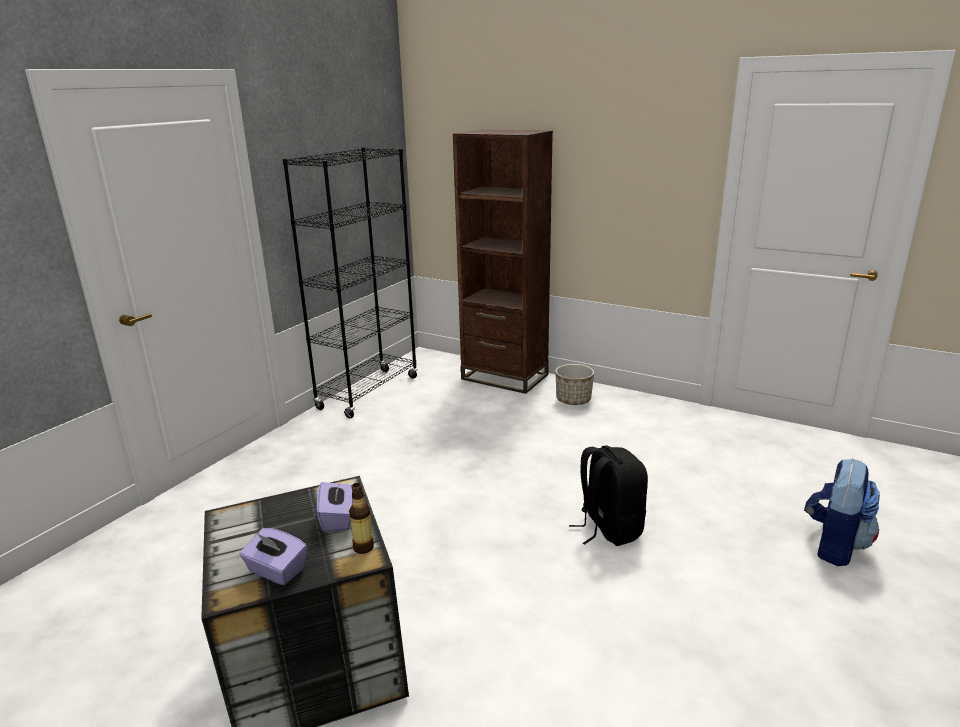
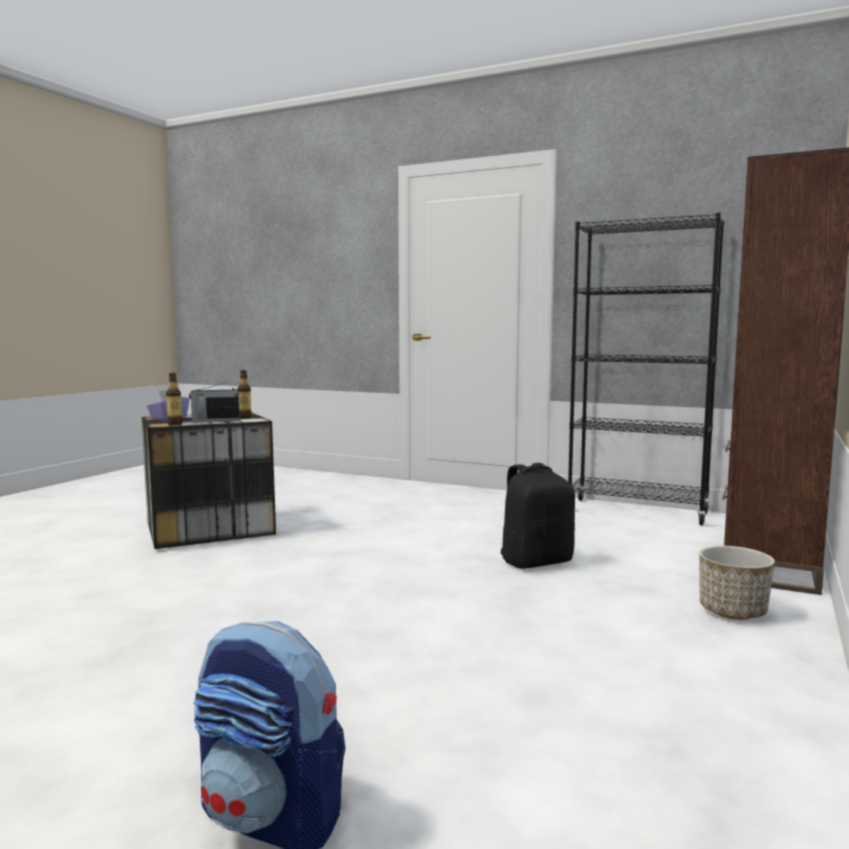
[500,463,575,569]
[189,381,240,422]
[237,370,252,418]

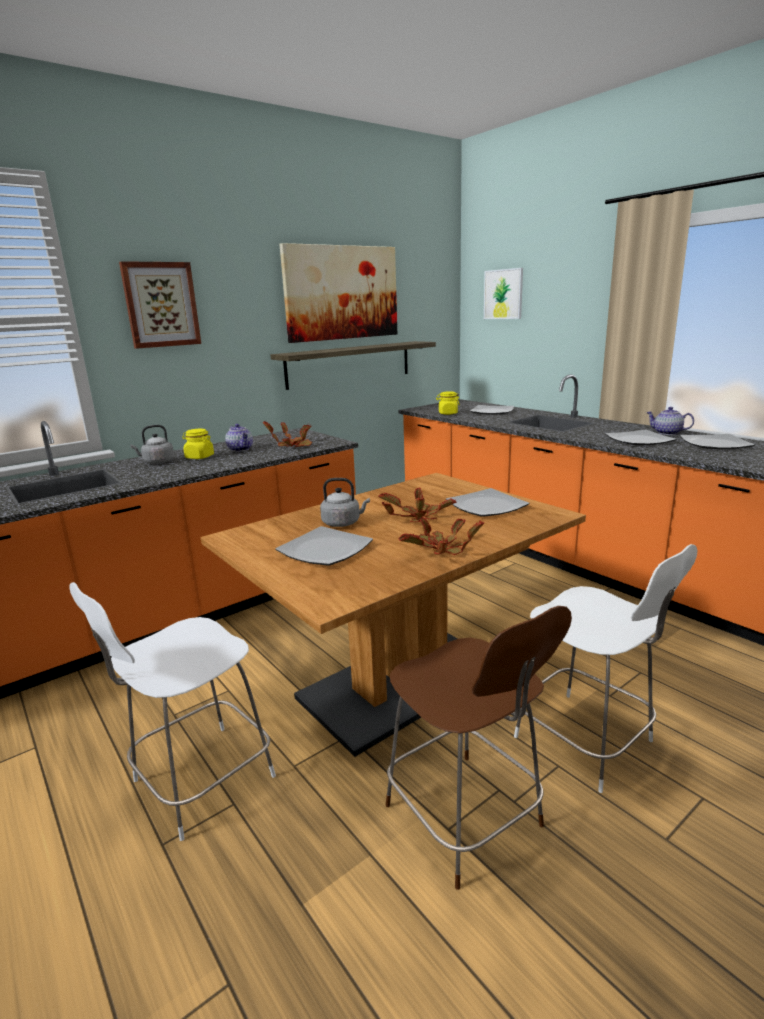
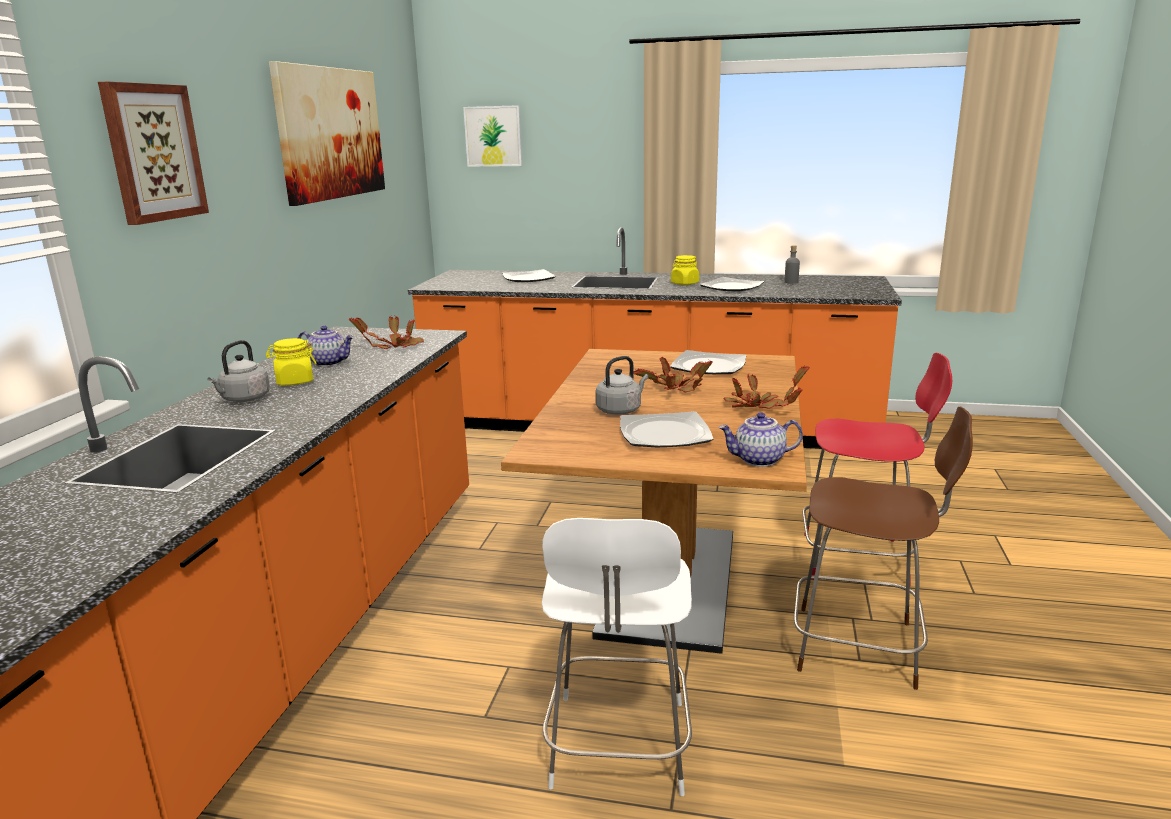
[271,341,436,390] (first image)
[671,255,699,285]
[718,412,803,467]
[785,246,800,284]
[802,353,952,585]

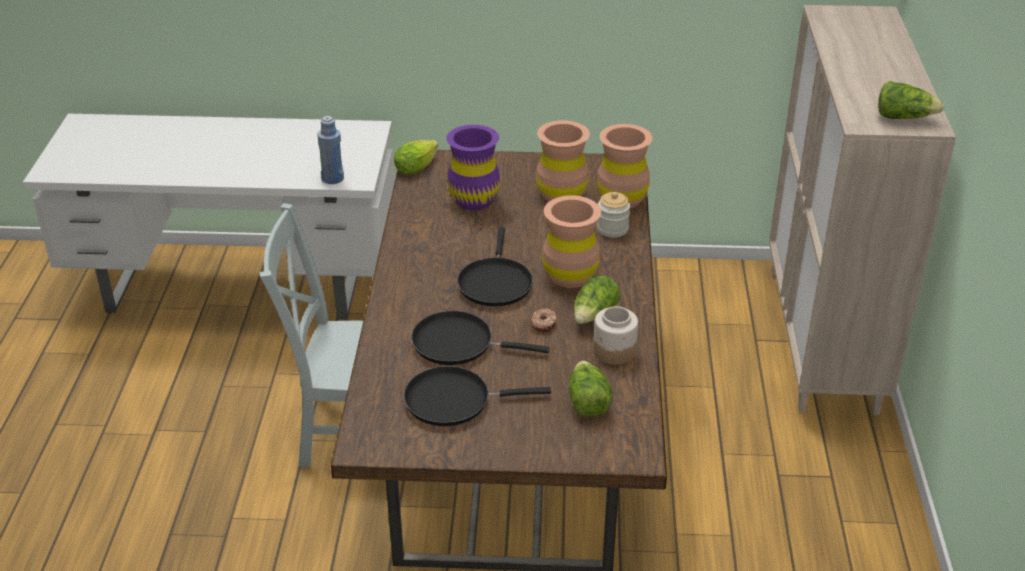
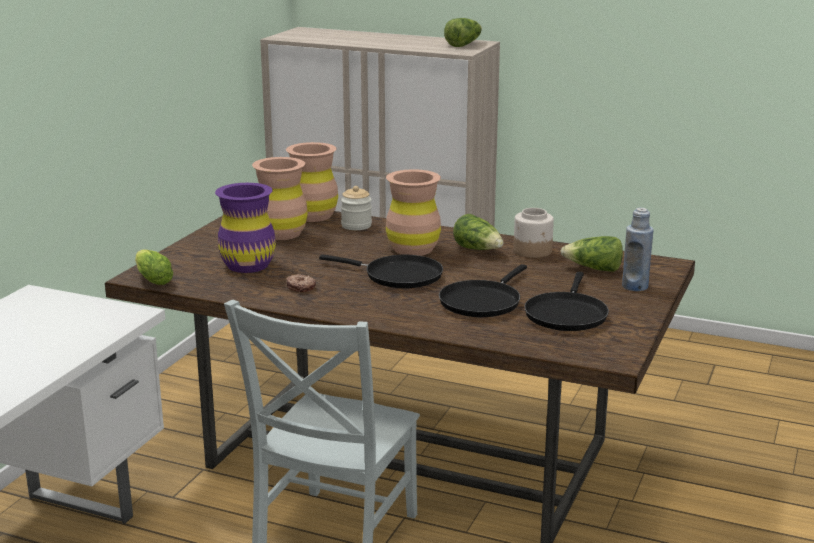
[622,208,653,291]
[286,274,316,292]

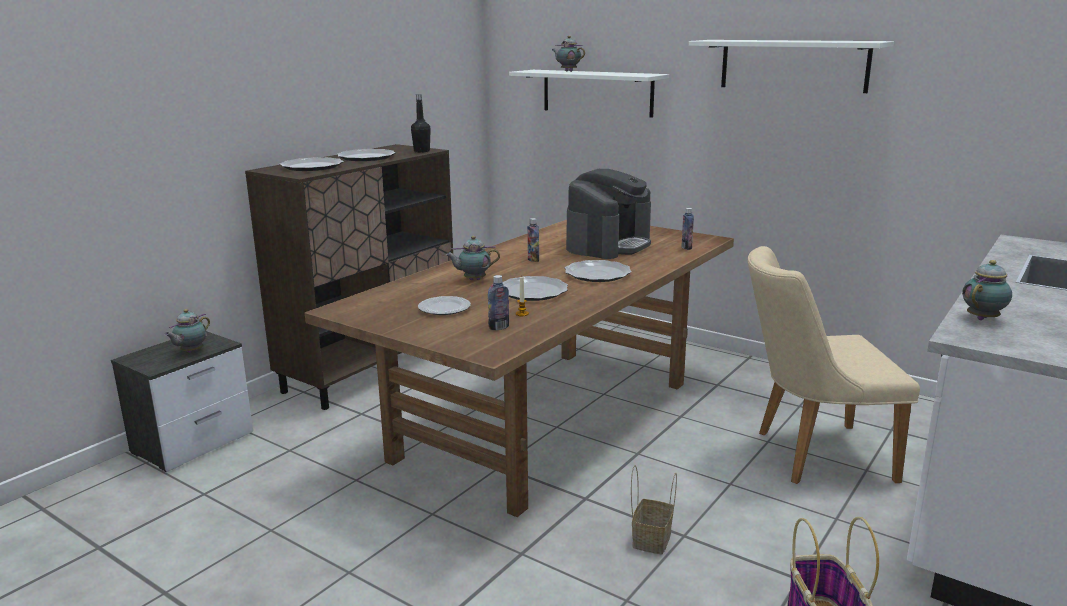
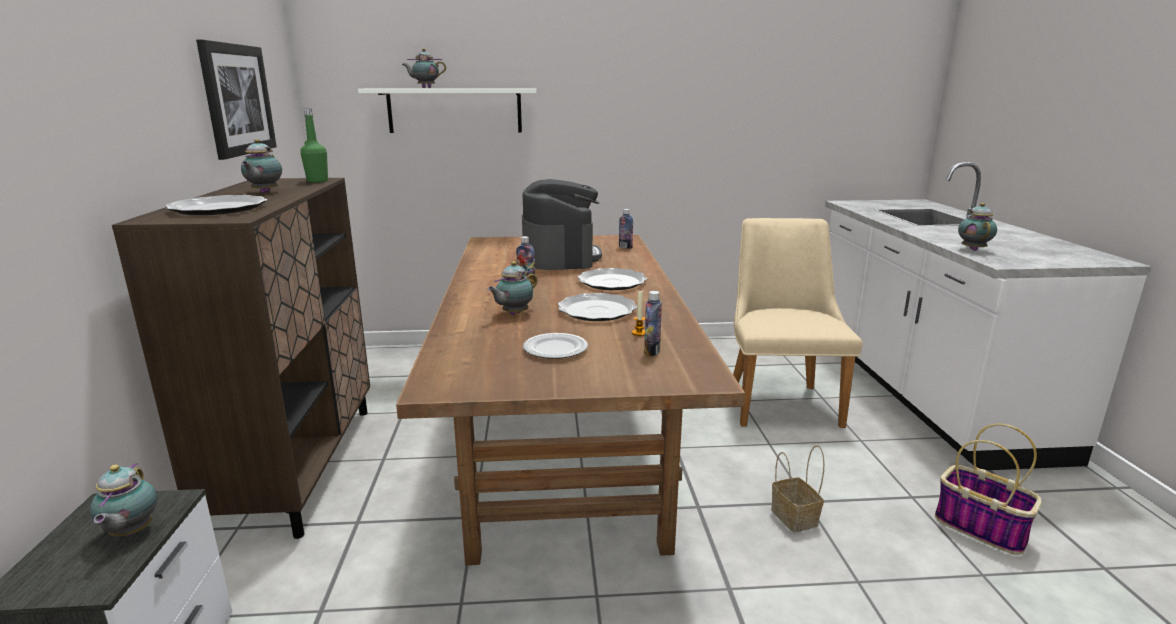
[689,40,894,93] (first image)
[300,108,328,183]
[241,139,282,193]
[733,218,863,428]
[196,39,277,160]

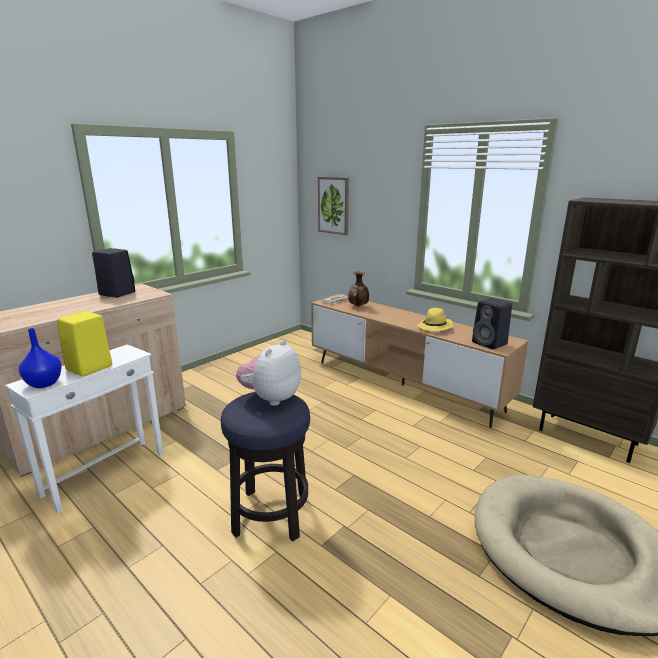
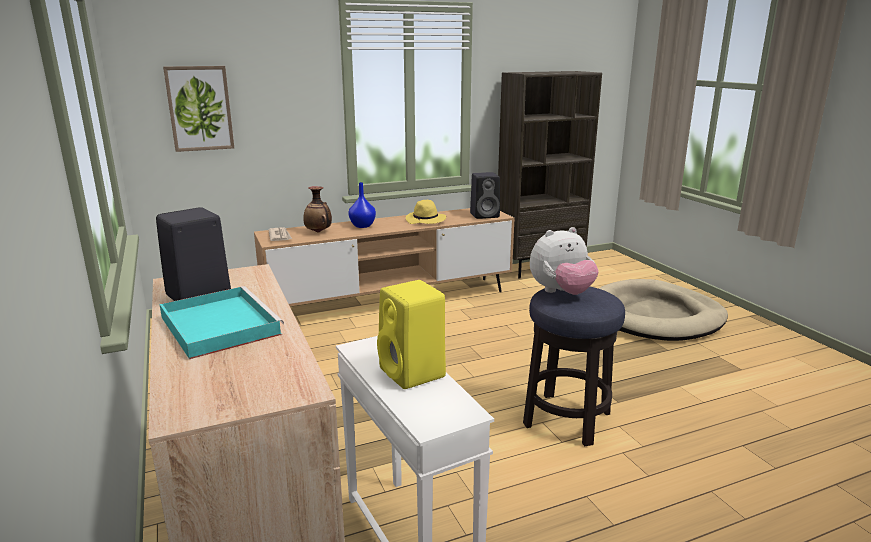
[349,182,376,228]
[530,227,599,295]
[160,286,284,359]

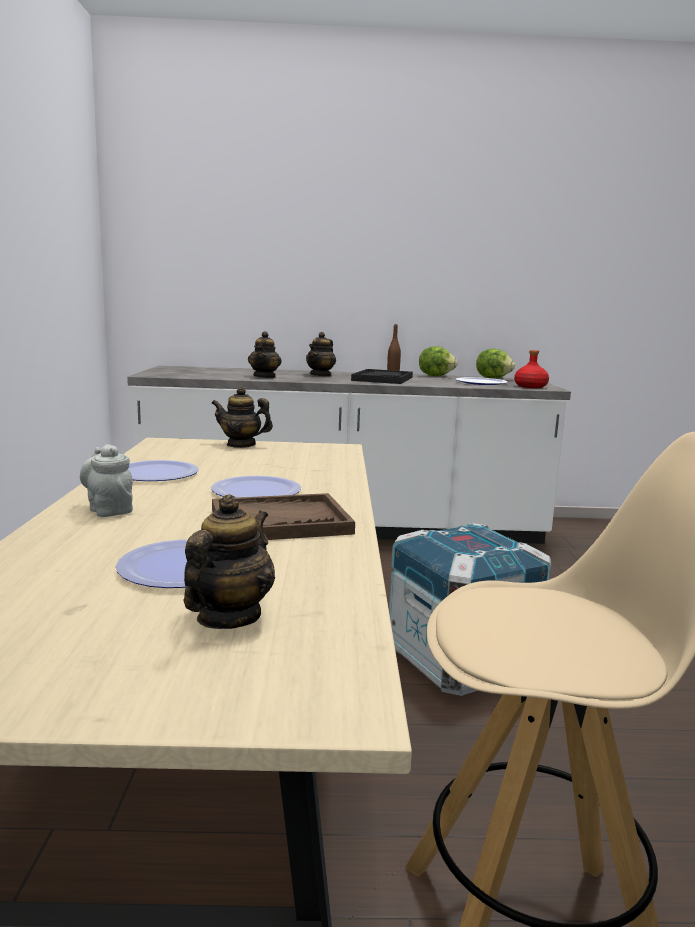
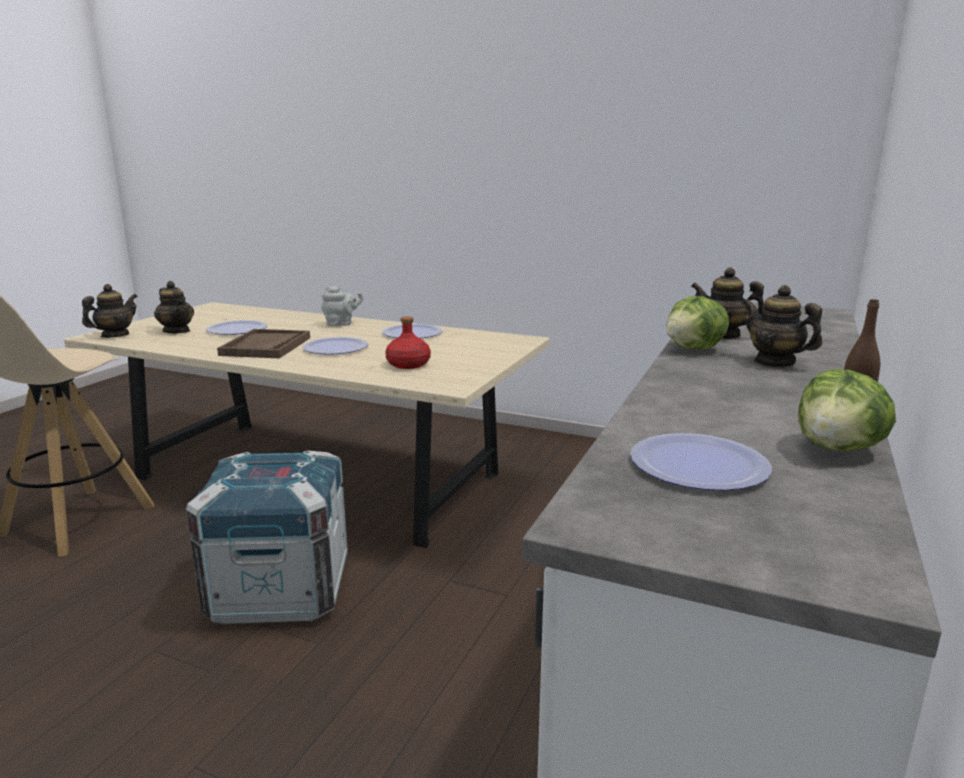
[666,296,729,349]
[385,316,431,369]
[351,369,413,384] (first image)
[82,284,138,338]

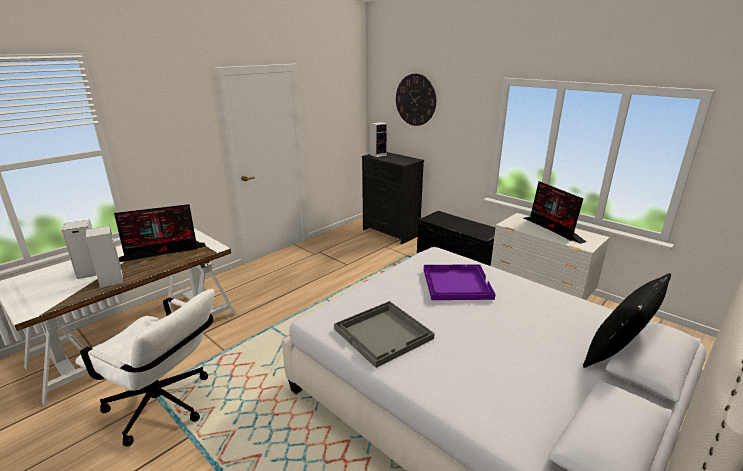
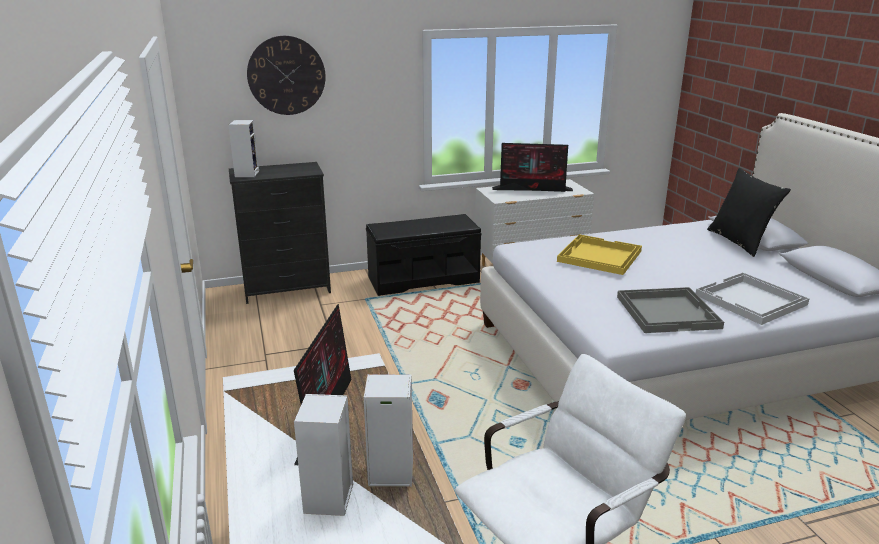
[557,234,642,275]
[696,272,810,325]

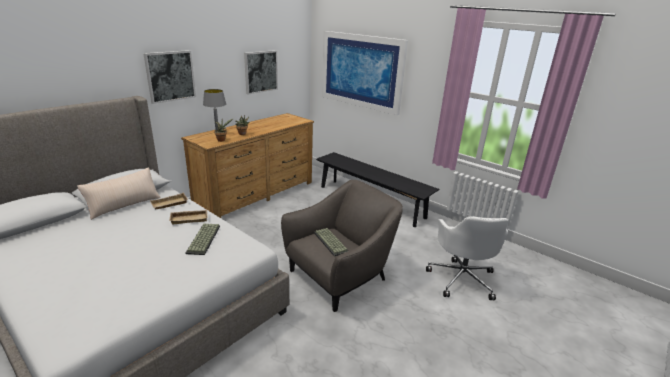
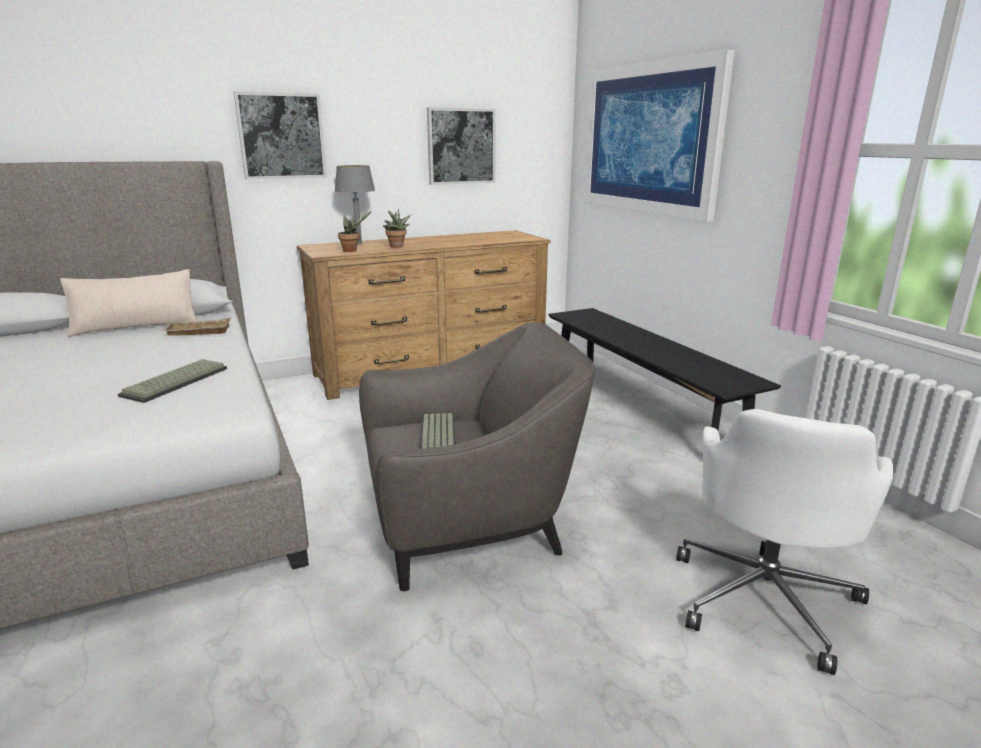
[169,210,207,224] (first image)

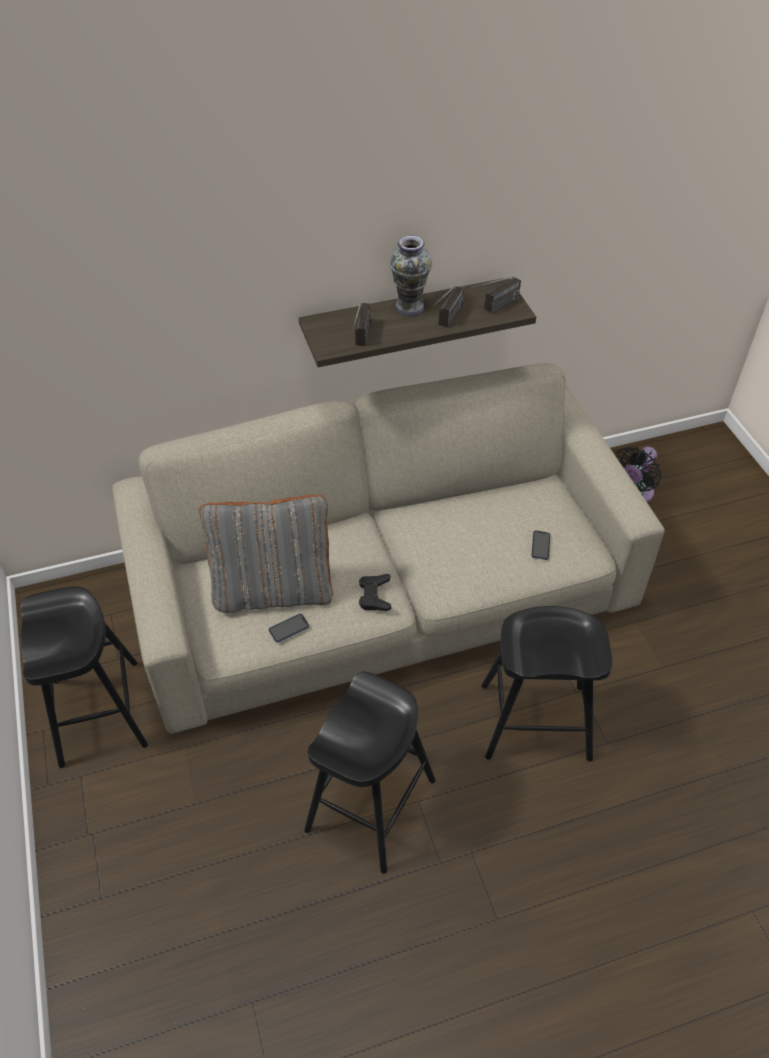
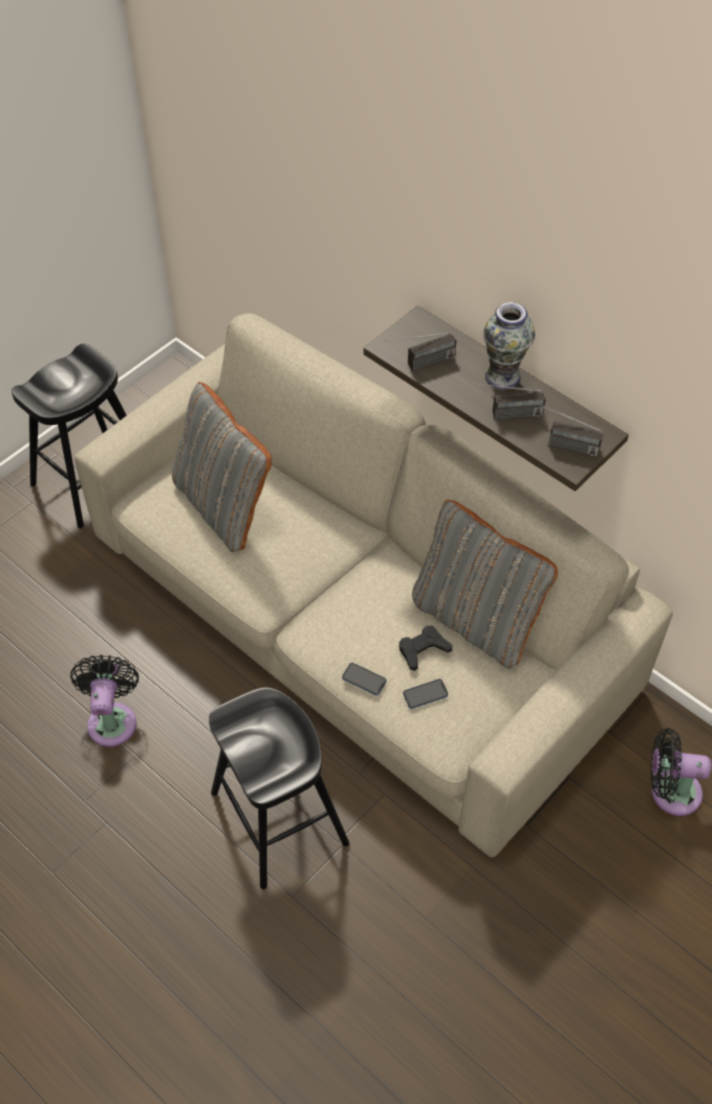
[399,626,452,671]
[342,663,387,696]
[70,655,139,747]
[412,499,558,669]

